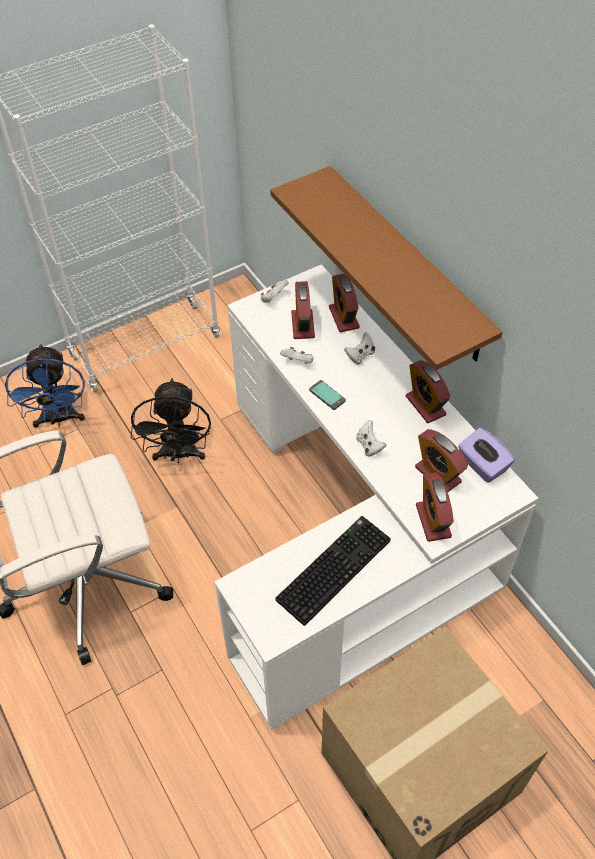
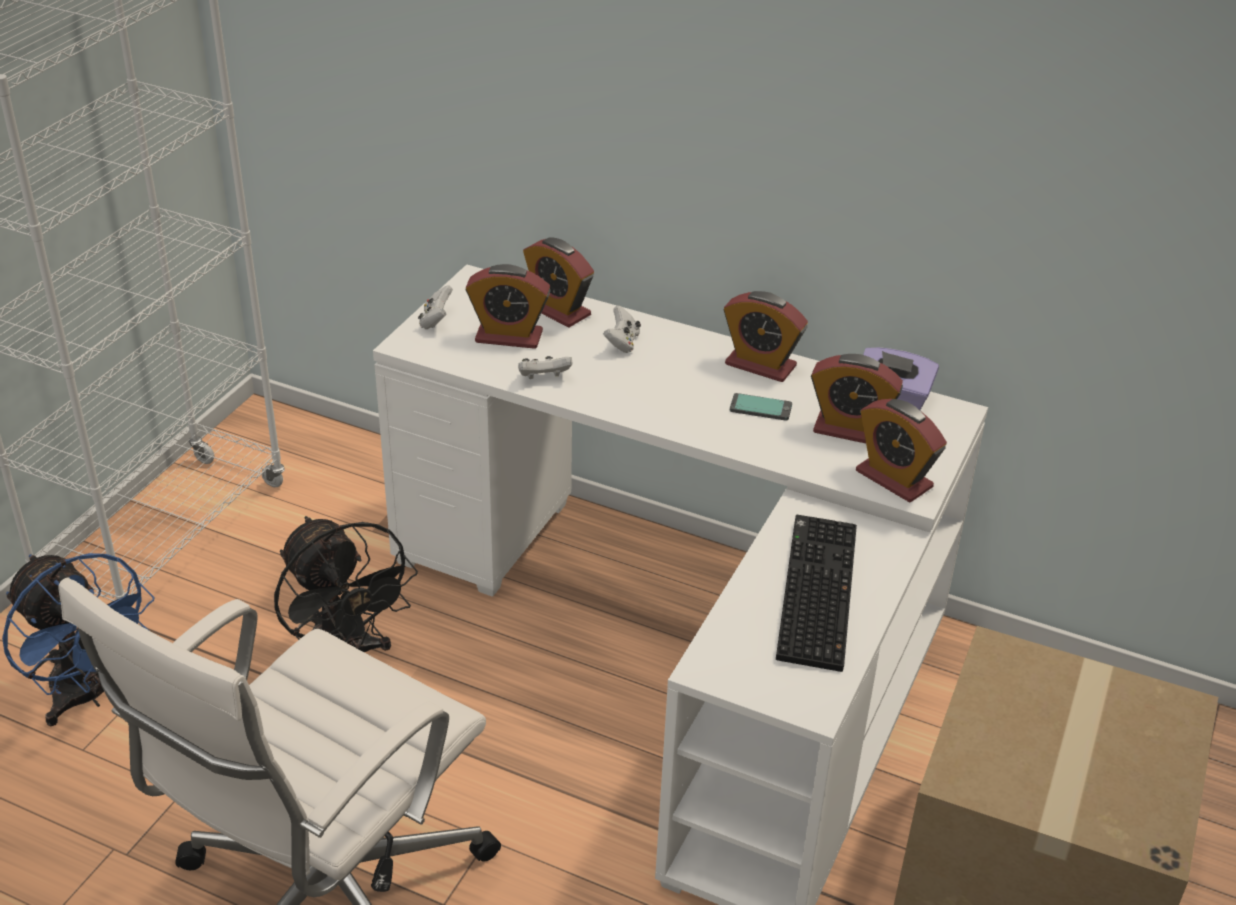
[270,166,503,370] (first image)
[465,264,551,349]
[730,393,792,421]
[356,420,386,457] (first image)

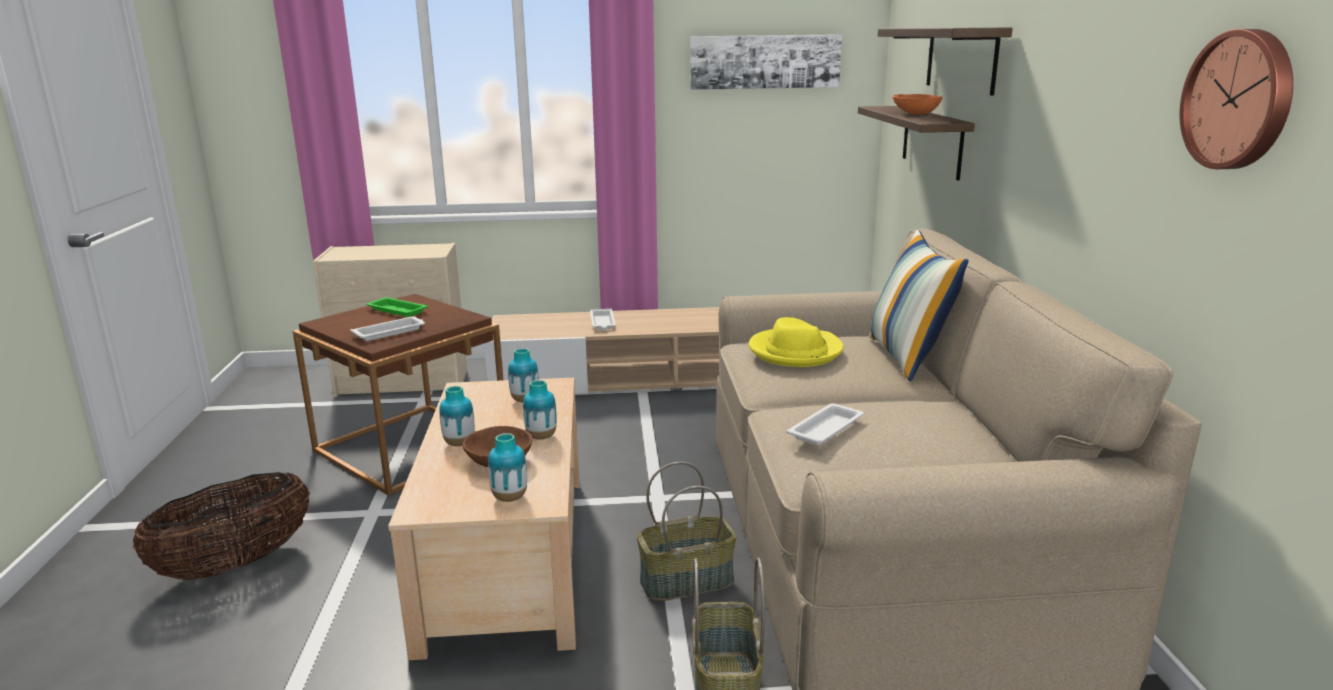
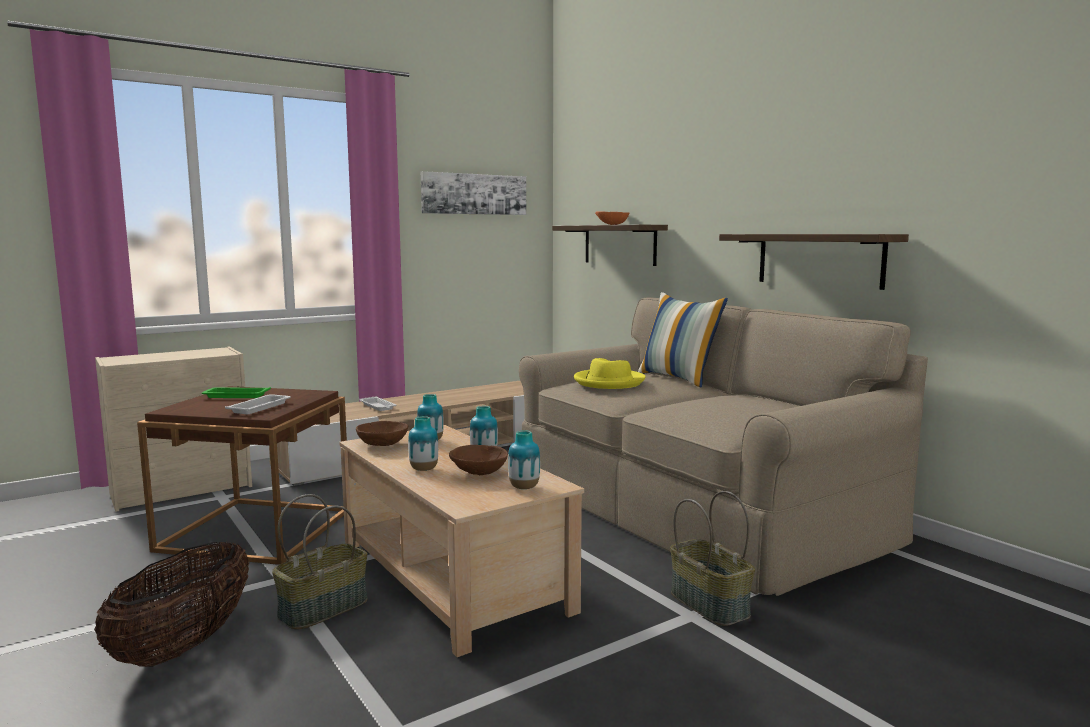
[719,234,909,290]
[1180,29,1293,169] (first image)
[787,403,864,445] (first image)
[272,494,368,630]
[356,421,408,446]

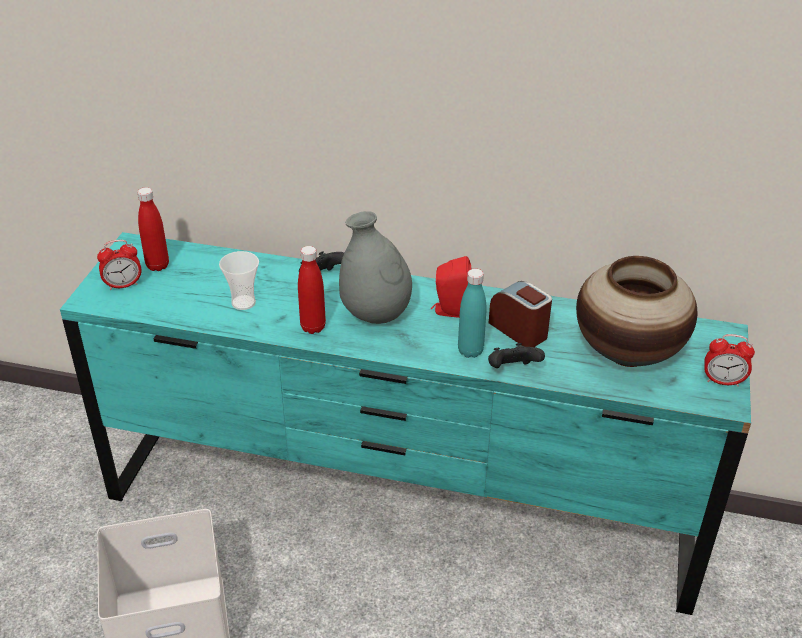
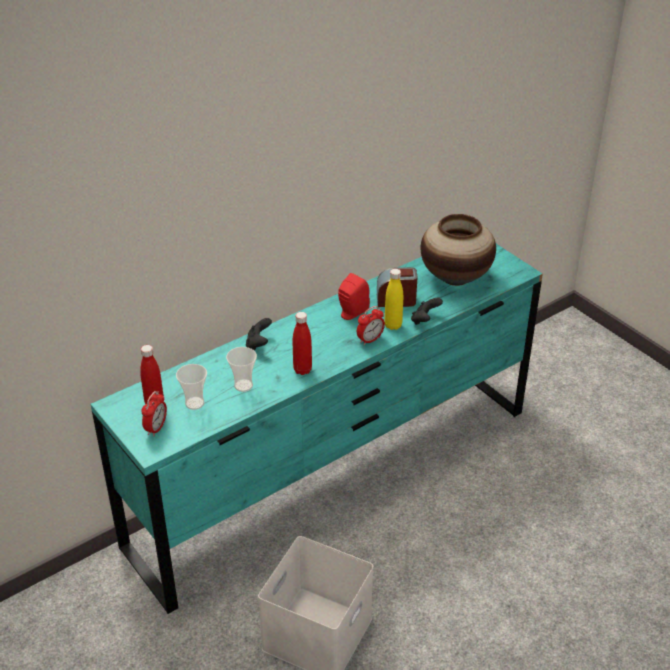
[339,211,412,324] (first image)
[384,269,403,330]
[357,306,385,345]
[176,364,207,410]

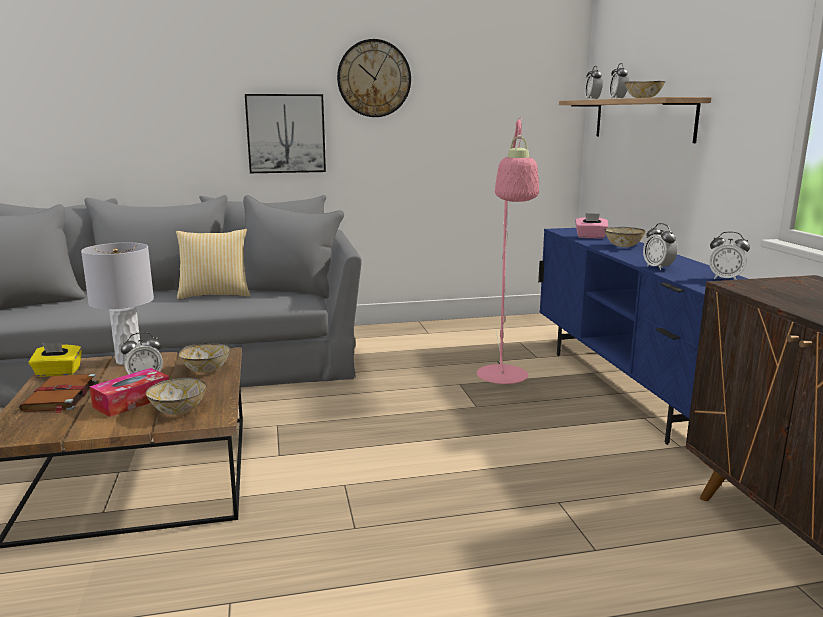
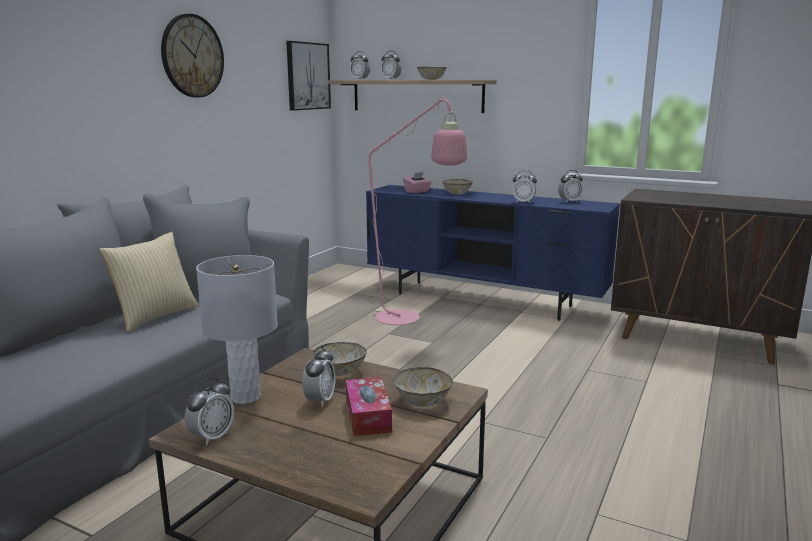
[286,41,331,111]
[184,377,234,446]
[19,374,97,413] (first image)

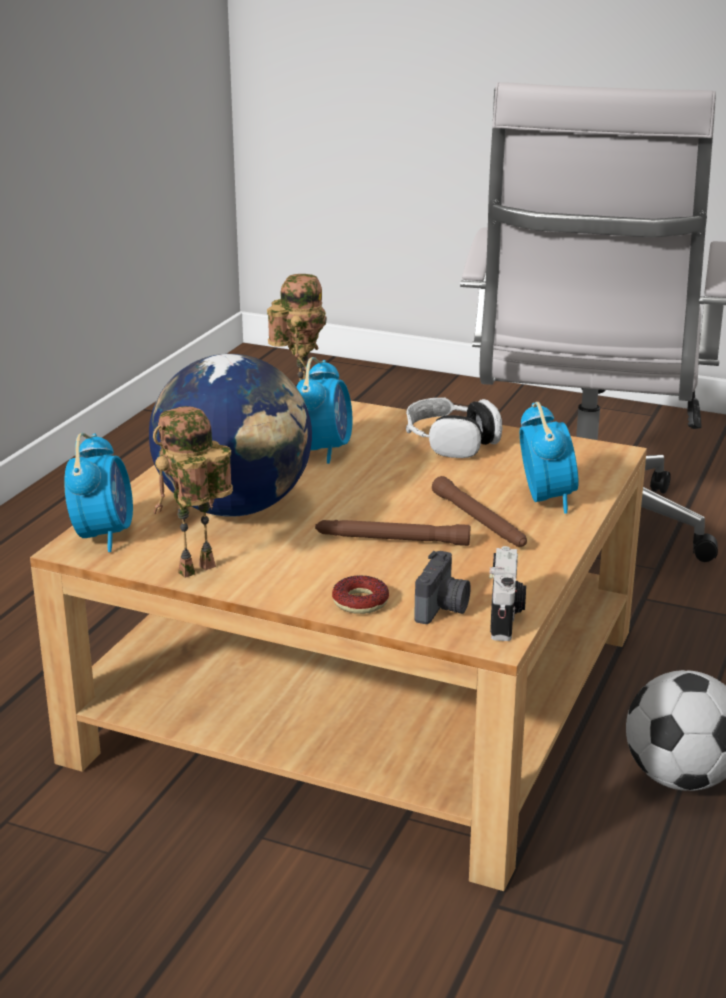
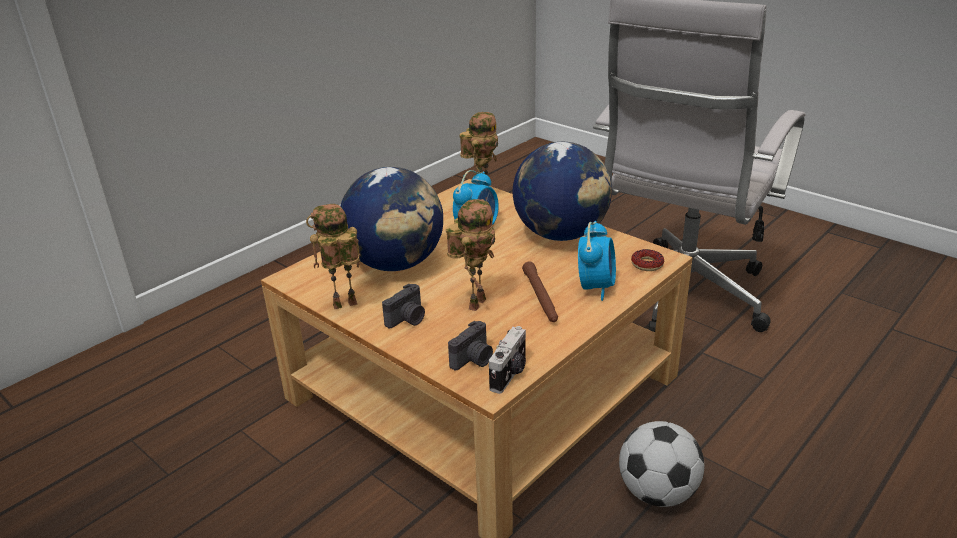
[513,142,612,241]
[64,433,133,552] (first image)
[446,199,495,311]
[631,249,664,271]
[382,284,425,328]

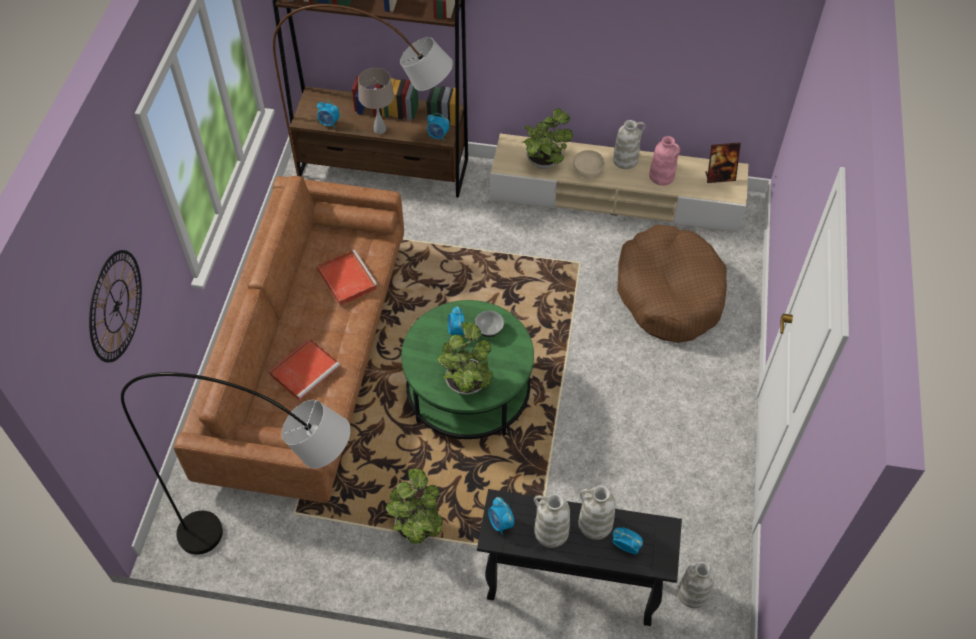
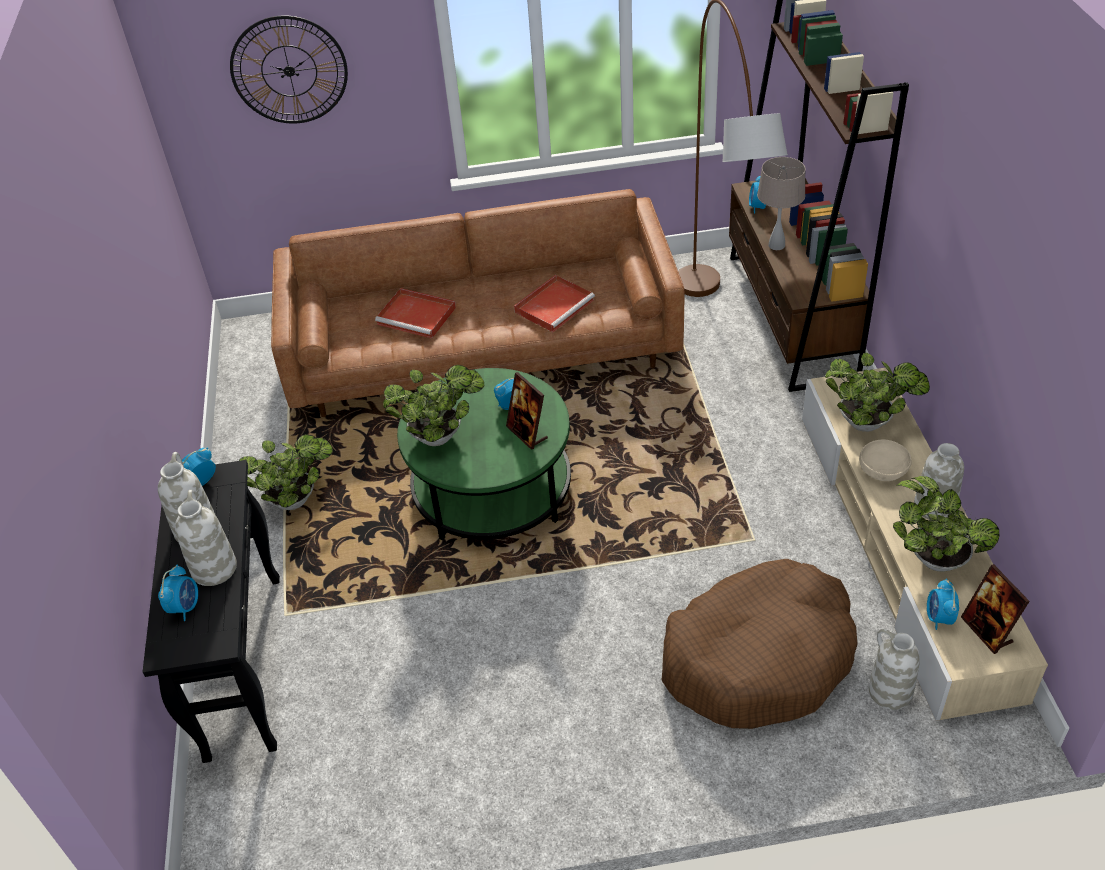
[927,579,959,630]
[893,476,1000,572]
[506,372,548,450]
[121,372,351,555] (first image)
[869,629,920,710]

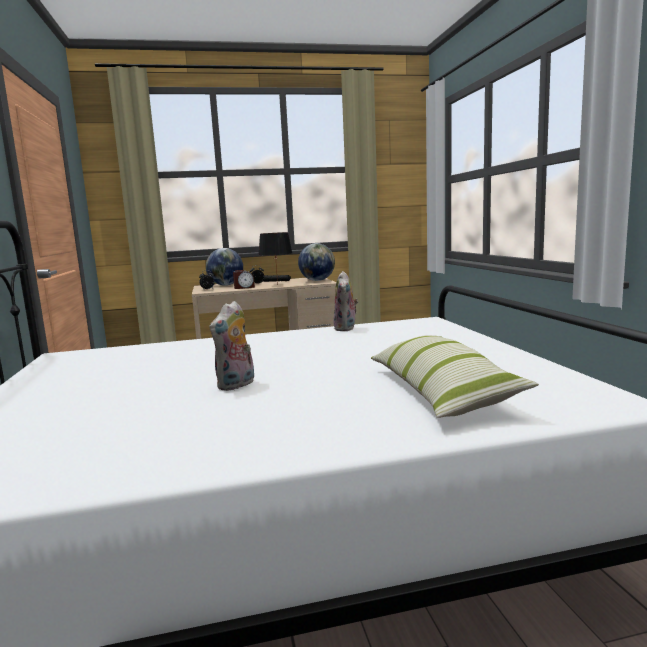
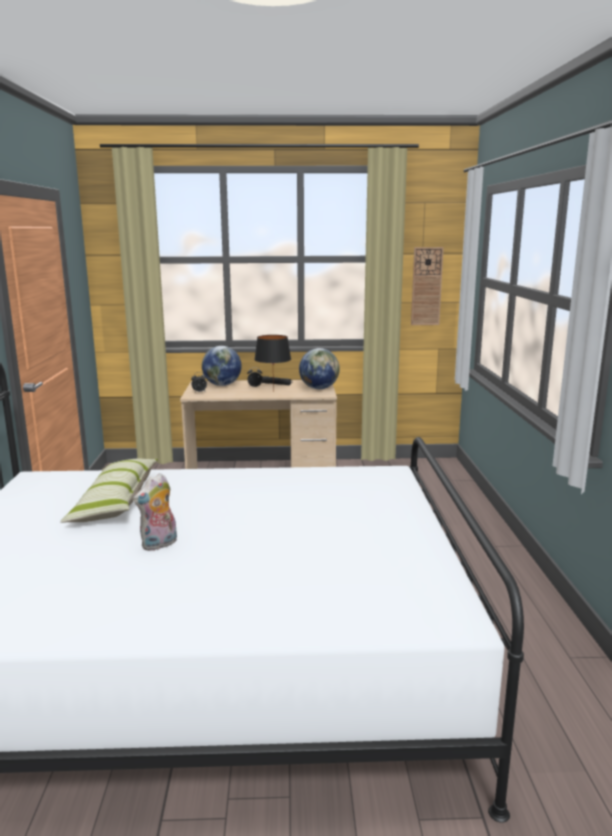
[233,270,255,289] (first image)
[334,271,359,331] (first image)
[60,459,158,523]
[411,247,444,325]

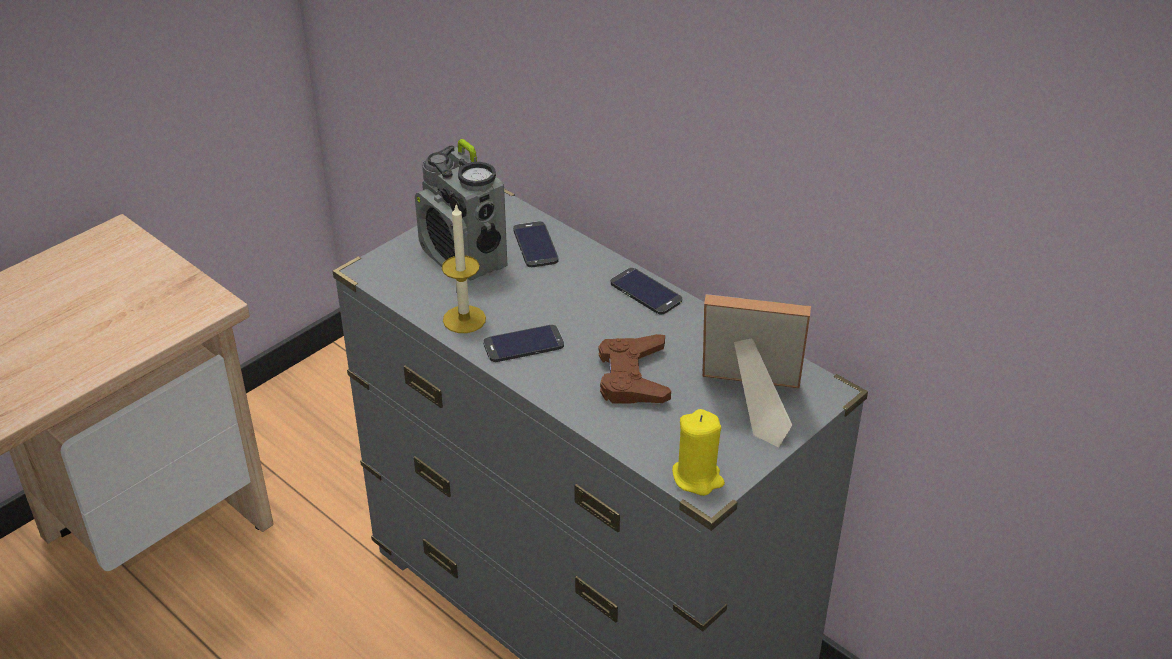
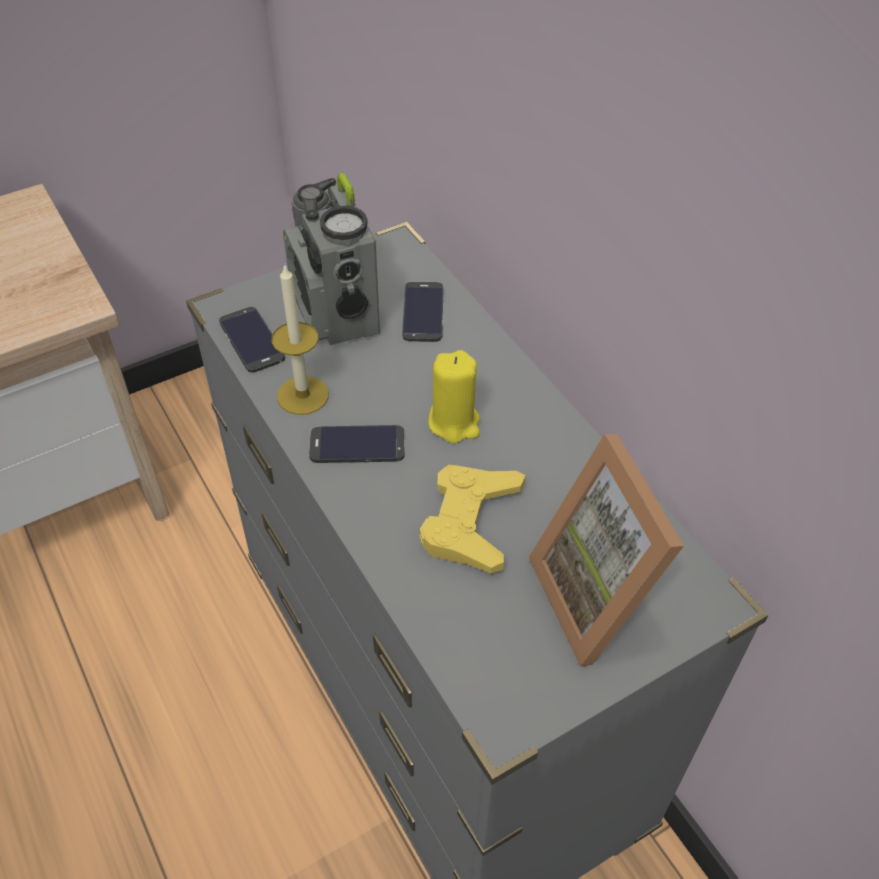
[219,307,285,372]
[529,434,684,667]
[420,465,526,573]
[428,350,480,443]

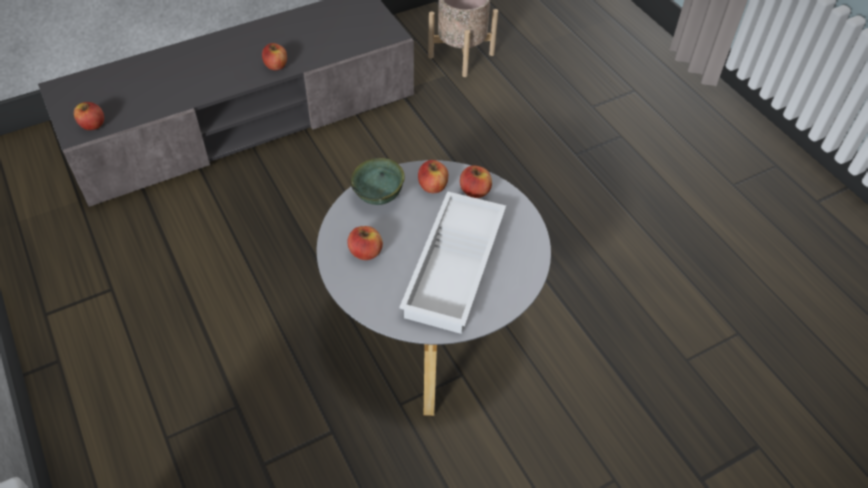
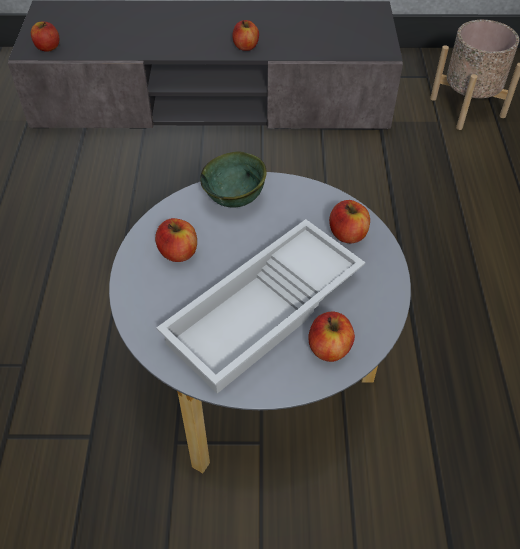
[309,311,355,362]

